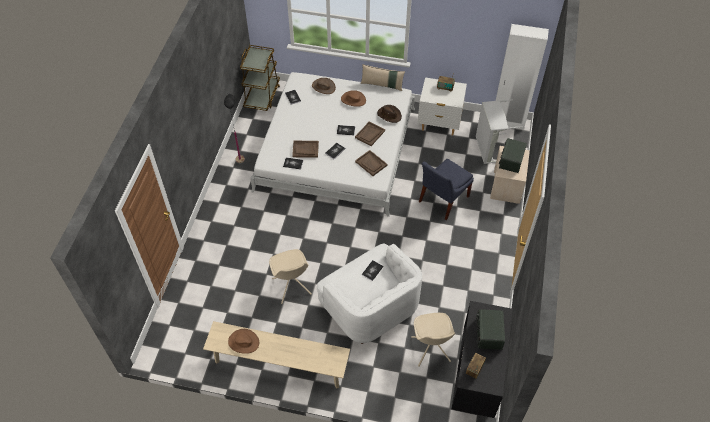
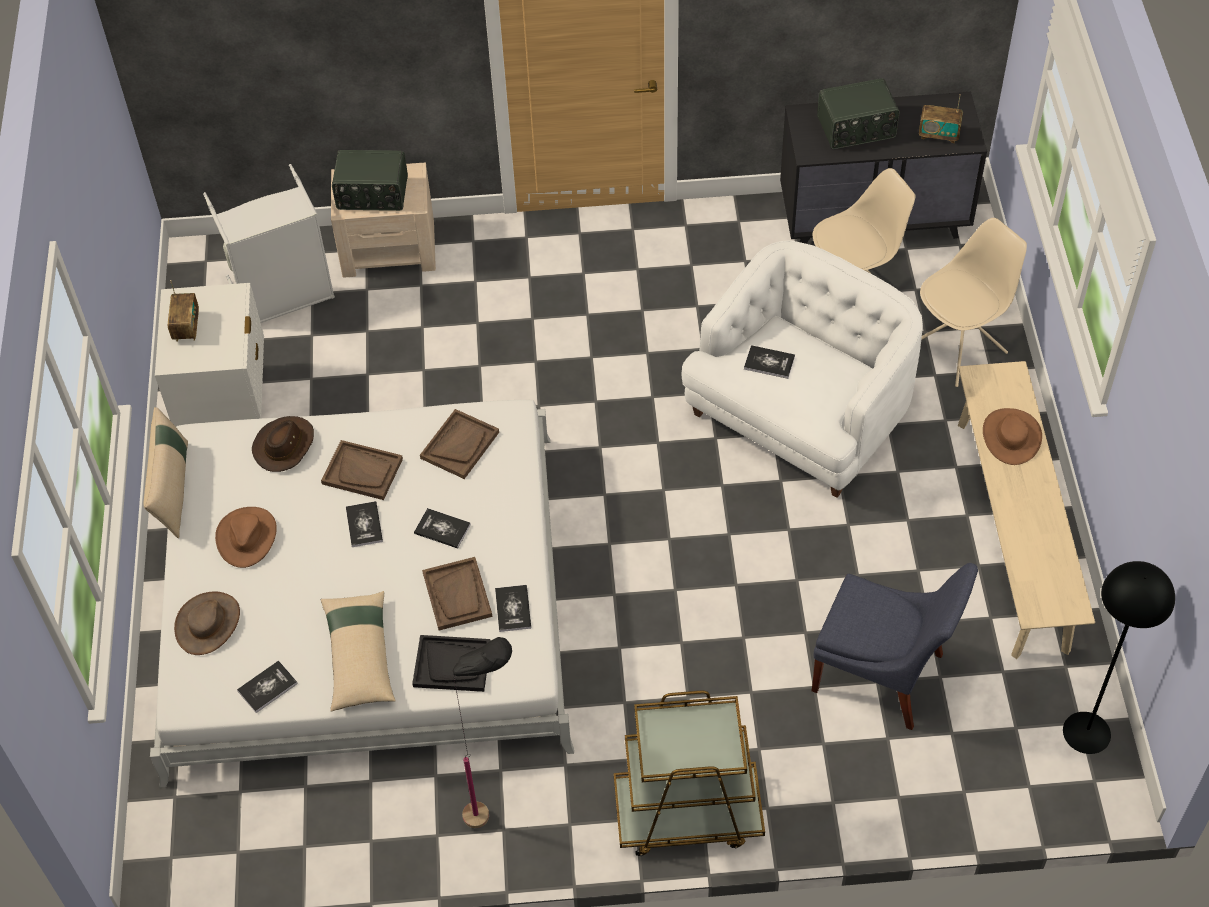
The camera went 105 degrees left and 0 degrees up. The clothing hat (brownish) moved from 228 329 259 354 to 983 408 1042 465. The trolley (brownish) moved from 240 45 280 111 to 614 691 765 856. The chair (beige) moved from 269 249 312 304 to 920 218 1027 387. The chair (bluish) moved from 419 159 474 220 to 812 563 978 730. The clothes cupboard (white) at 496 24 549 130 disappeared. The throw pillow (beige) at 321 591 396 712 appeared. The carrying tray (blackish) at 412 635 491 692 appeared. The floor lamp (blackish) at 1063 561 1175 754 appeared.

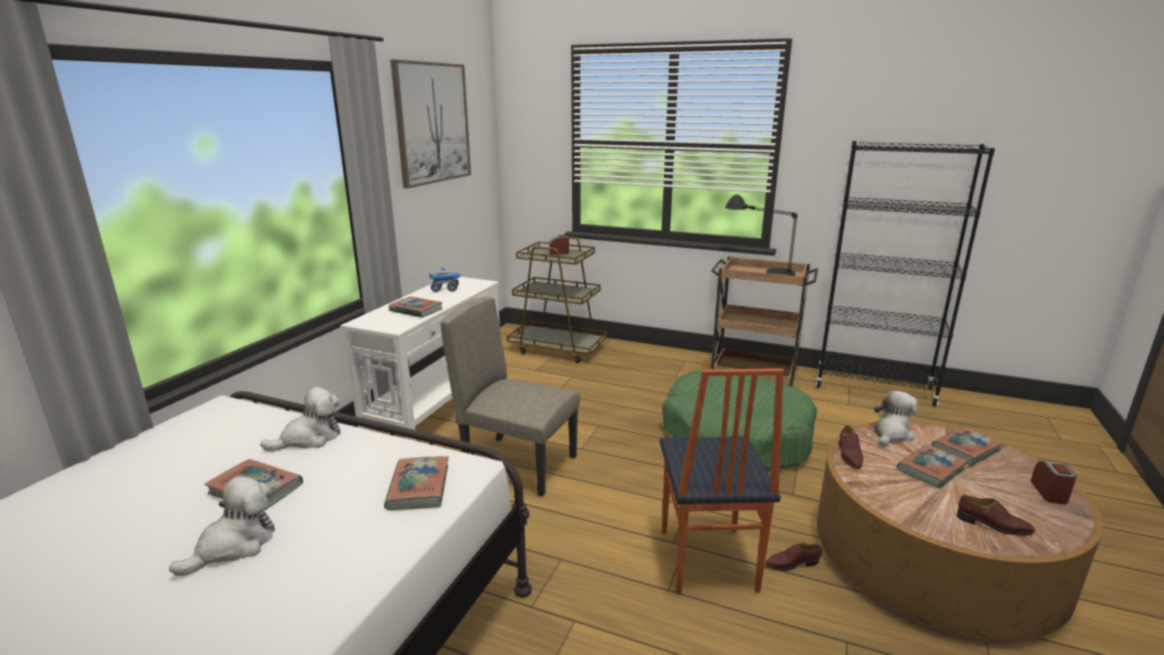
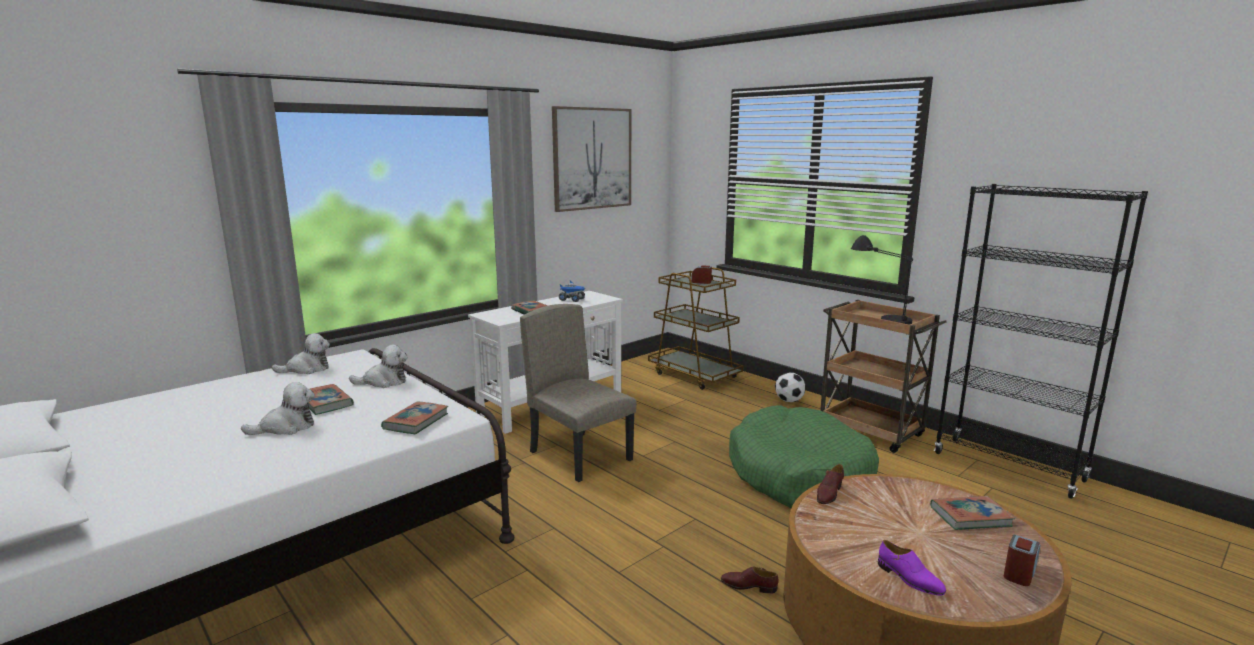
The camera went 25 degrees right and 5 degrees down. The chair at 660 368 784 595 disappeared. The plush toy moved from 873 391 918 447 to 272 333 330 374. The bound book at 897 444 968 488 disappeared. The item of footwear (brownish) at 957 494 1035 535 became the item of footwear (purple-coloured) at 878 540 946 596. The ball for football at 775 373 806 402 appeared.

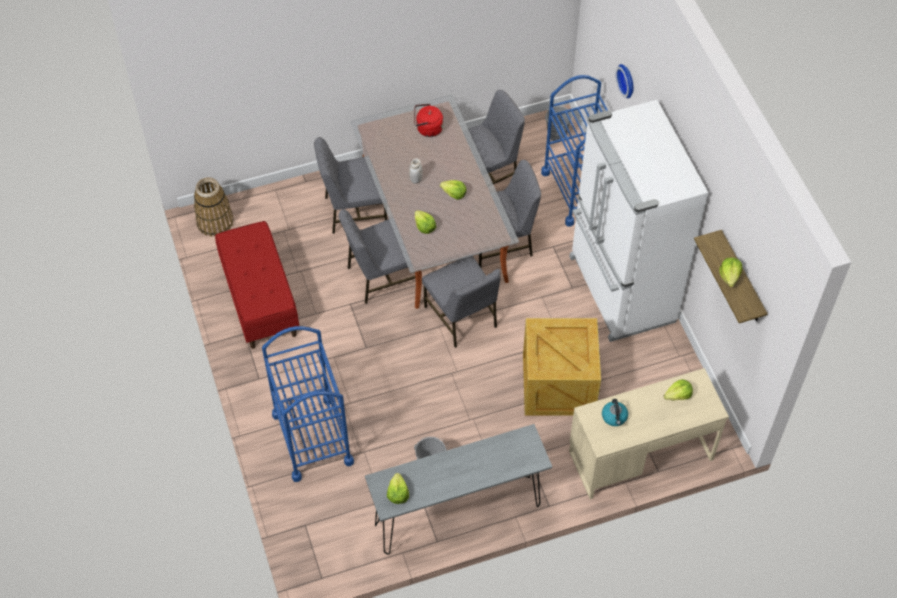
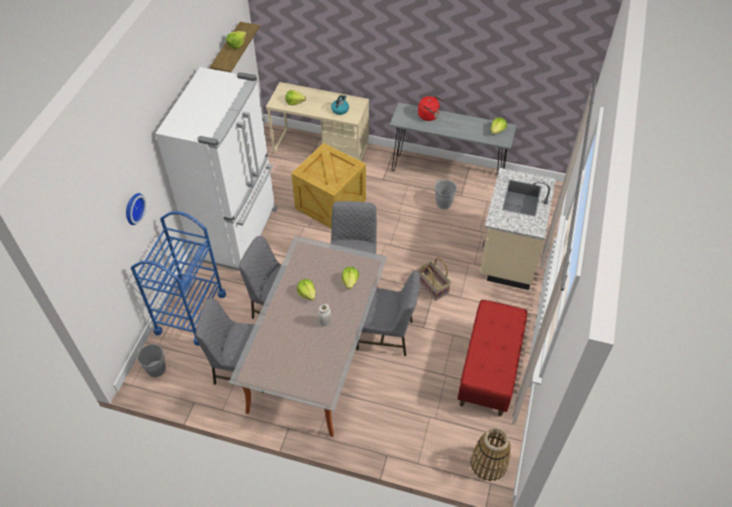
The camera went 145 degrees left and 5 degrees down. The trolley (bluish) at 262 326 354 482 was replaced by the kitchen counter (beige) at 480 168 556 290. The chair (grey) at 314 137 387 234 disappeared. The water kettle (red-coloured) moved from 414 104 443 137 to 418 96 444 121. The household basket at 417 257 451 300 appeared.

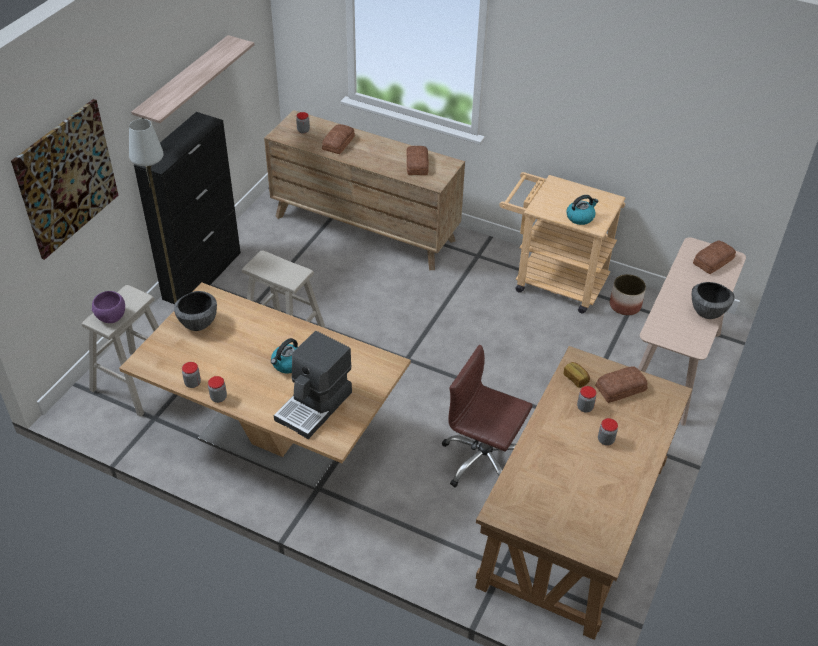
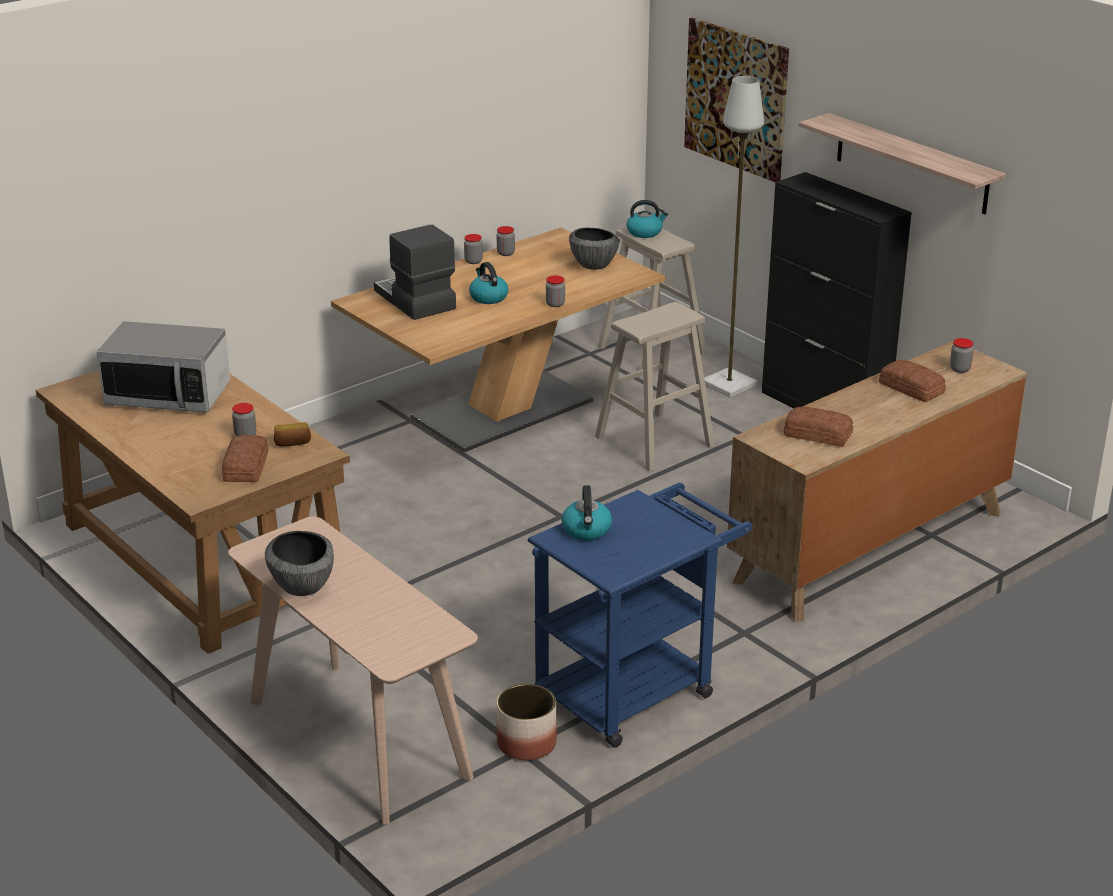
The camera went 115 degrees right and 15 degrees down. The deep dish (purple-coloured) at 92 291 125 323 was replaced by the water kettle at 626 200 668 238. The office chair (brownish) at 442 345 533 488 disappeared. The trolley (beige) at 499 172 625 314 became the trolley (bluish) at 528 483 752 748. The jar moved from 598 418 618 445 to 546 275 565 307. The bakery bread at 693 241 736 274 disappeared. The microwave oven at 97 321 230 412 appeared.

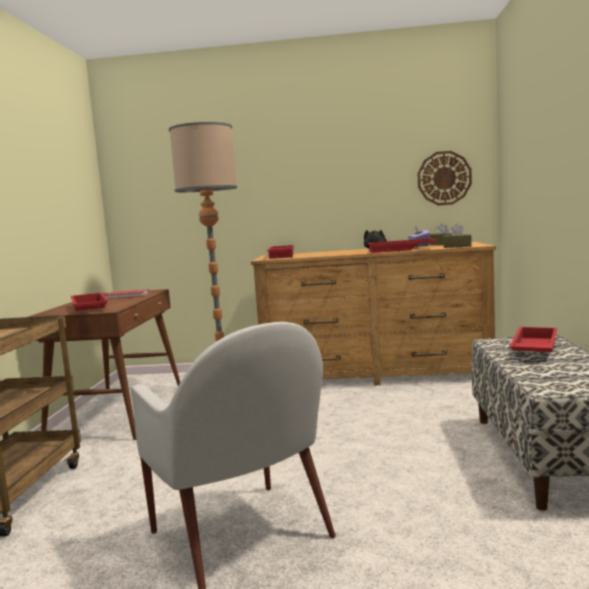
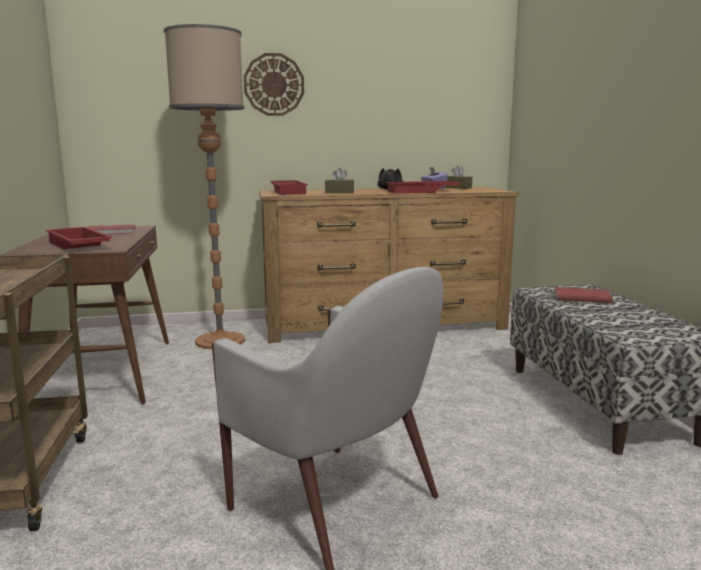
The camera went 15 degrees left and 5 degrees up. The clock on the wall moved from 418 151 472 206 to 244 53 304 116. The box of tissues (brownish) moved from 443 224 472 248 to 325 168 354 193. The carrying tray (red-coloured) at 509 327 557 352 was replaced by the bound book (red-coloured) at 554 287 613 303.

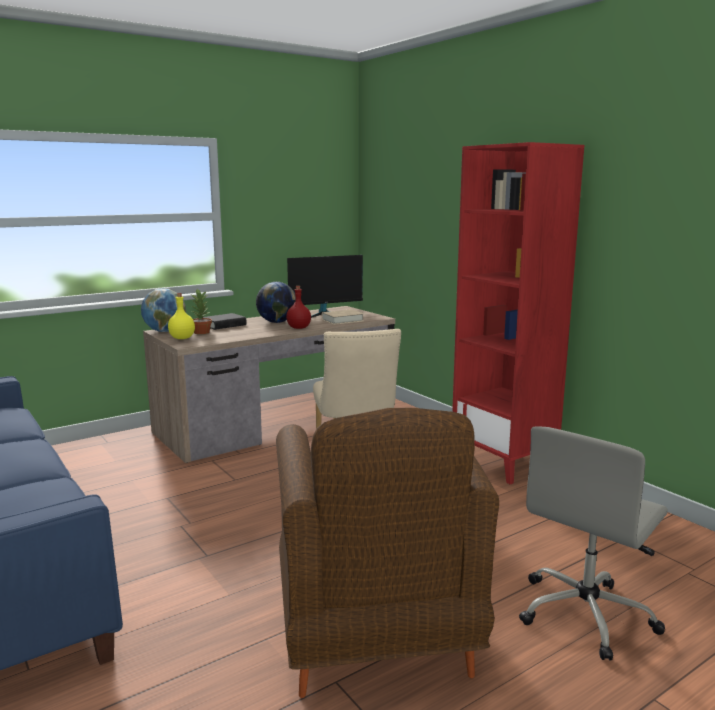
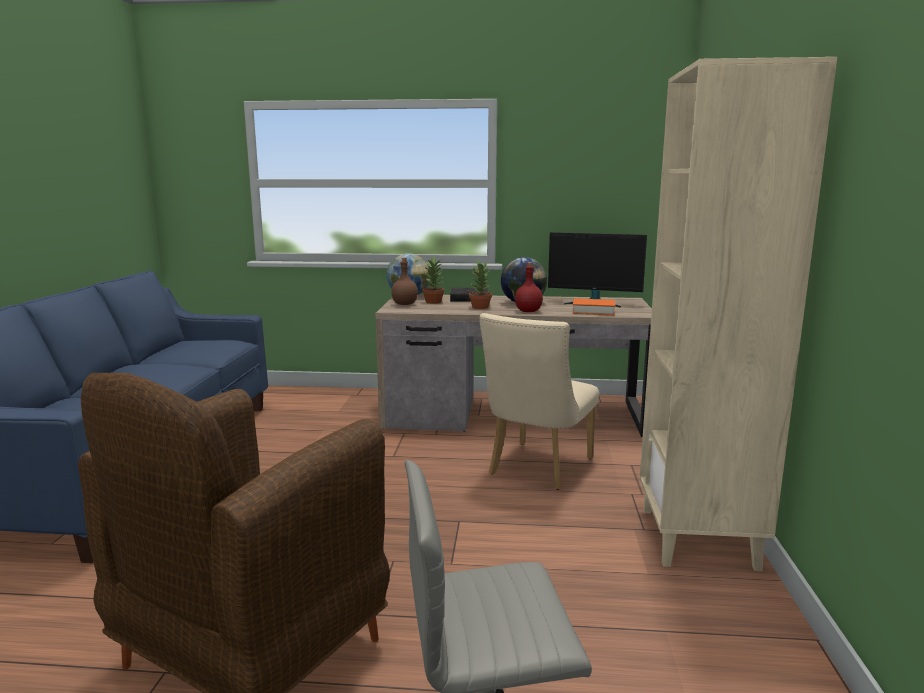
The camera went 40 degrees right and 0 degrees up. The bottle (yellow-coloured) at 168 293 195 339 became the bottle (brownish) at 391 258 418 305. The bound book (beige) at 322 309 364 325 became the bound book (orange) at 572 298 615 315. The bookshelf (red-coloured) at 452 142 584 484 became the bookshelf (beige) at 640 57 837 571. The potted plant at 469 260 492 309 appeared.

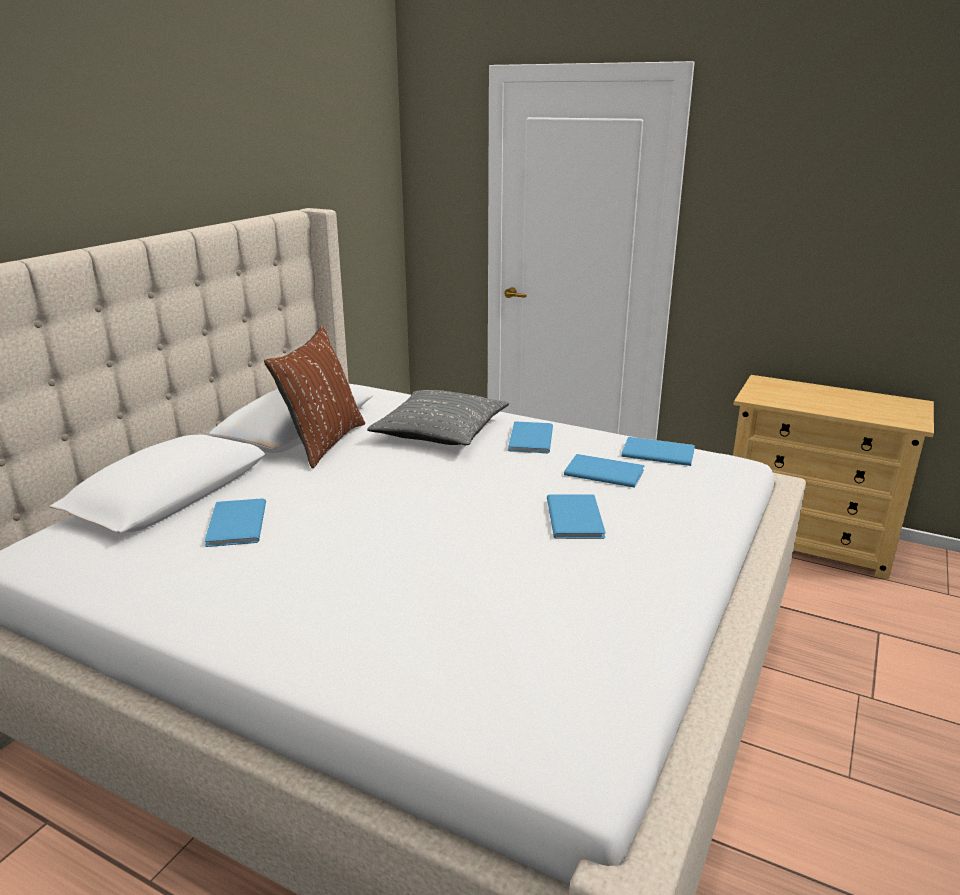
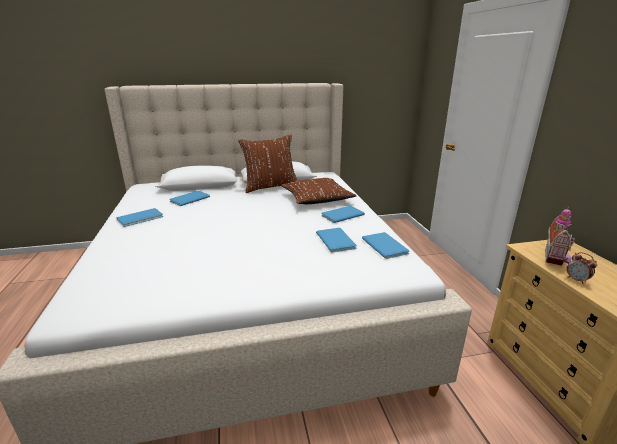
The camera went 50 degrees right and 0 degrees up. The throw pillow (grey) at 367 390 509 445 became the throw pillow (brownish) at 281 178 357 204. The bound book (bluish) moved from 547 494 606 539 to 116 208 163 227. The toy house at 545 206 575 266 appeared. The alarm clock at 567 252 597 284 appeared.

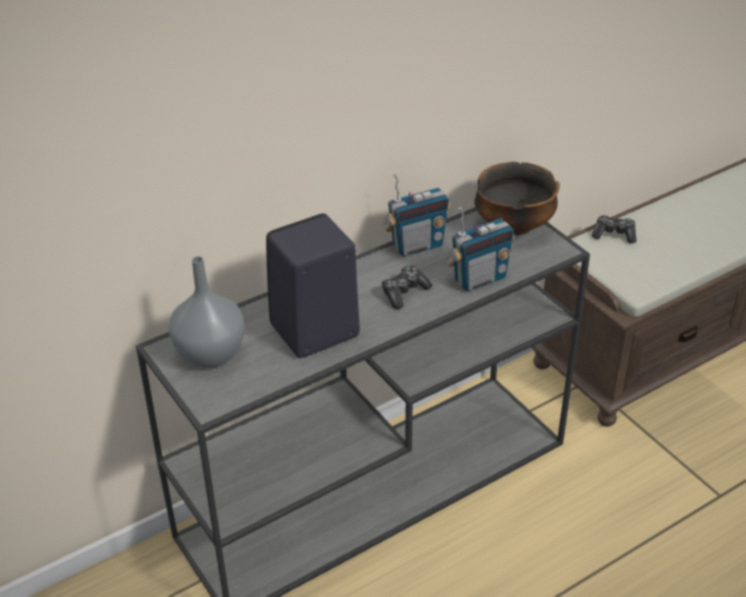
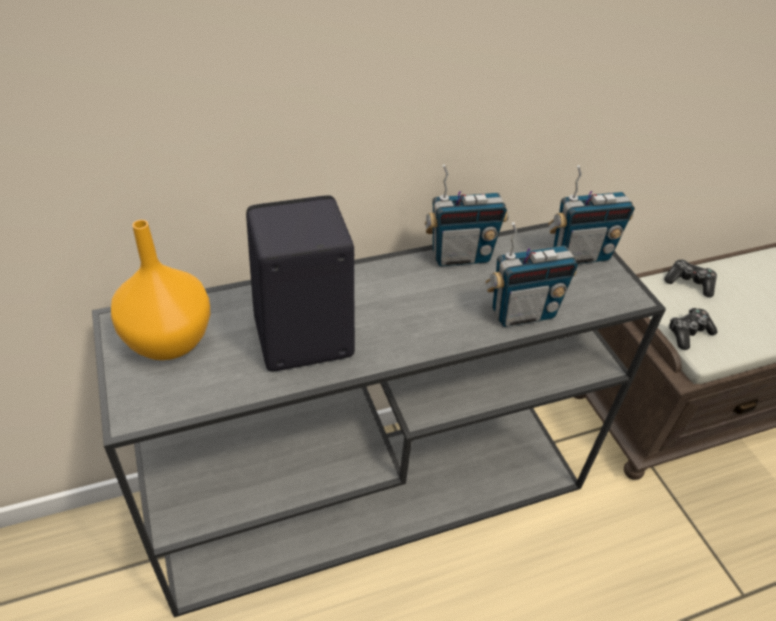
The camera went 10 degrees right and 5 degrees up. The decorative vase (grey) at 169 256 245 368 became the decorative vase (orange) at 111 220 210 360. The joypad moved from 382 266 432 309 to 669 308 717 350. The deep dish at 474 162 560 235 was replaced by the radio set at 548 165 635 264.

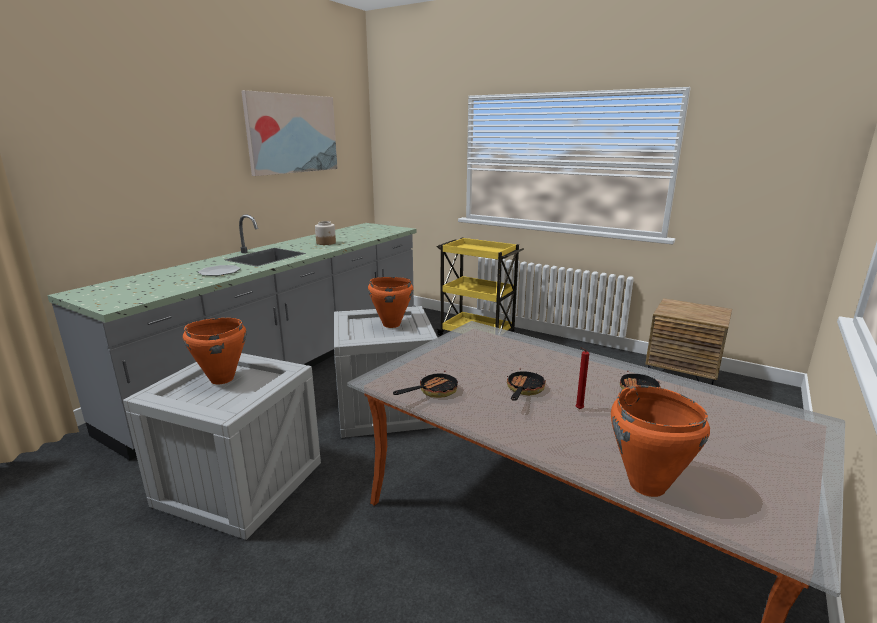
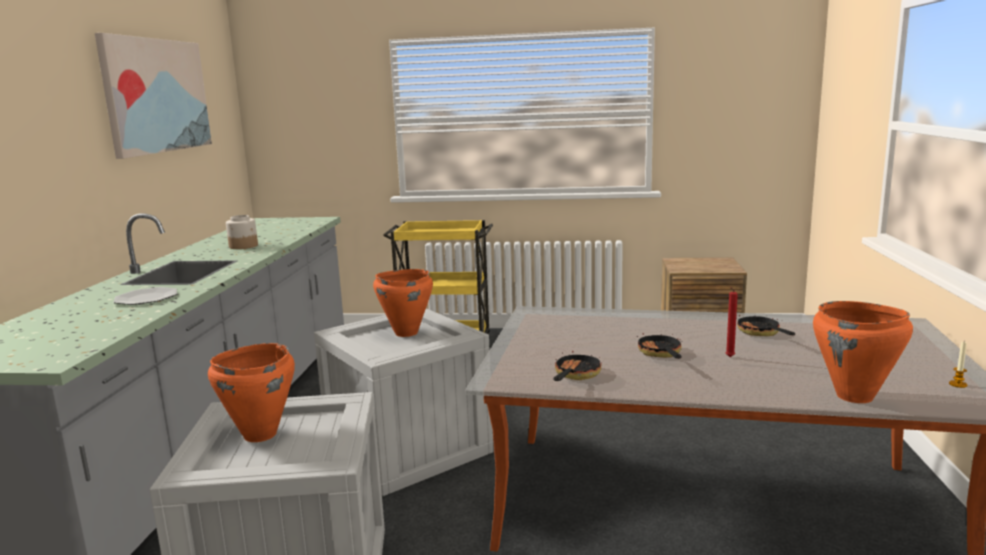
The camera went 25 degrees left and 5 degrees down. The wax candle at 949 342 967 388 appeared.

